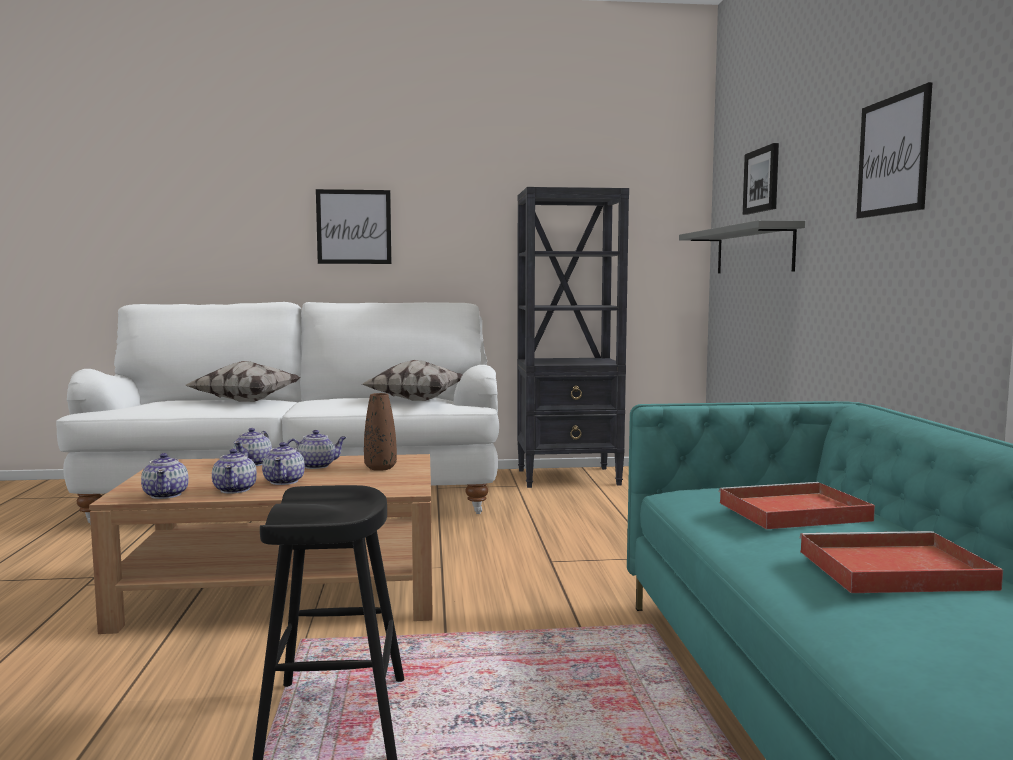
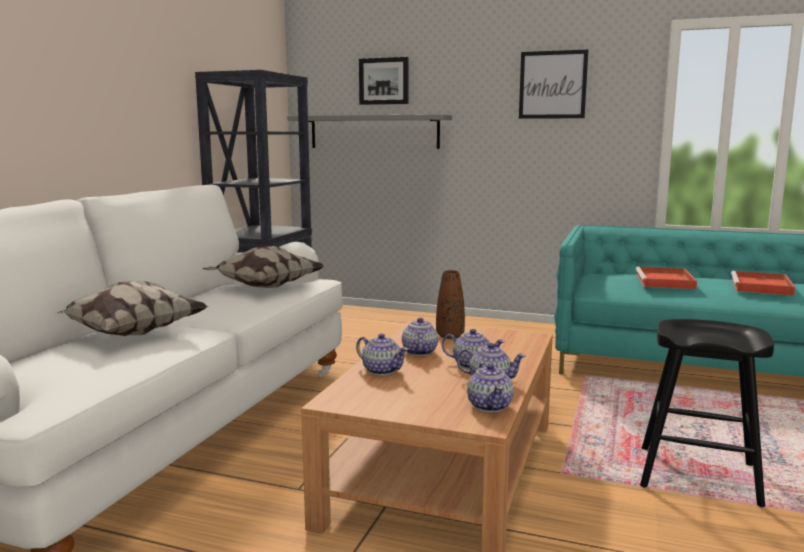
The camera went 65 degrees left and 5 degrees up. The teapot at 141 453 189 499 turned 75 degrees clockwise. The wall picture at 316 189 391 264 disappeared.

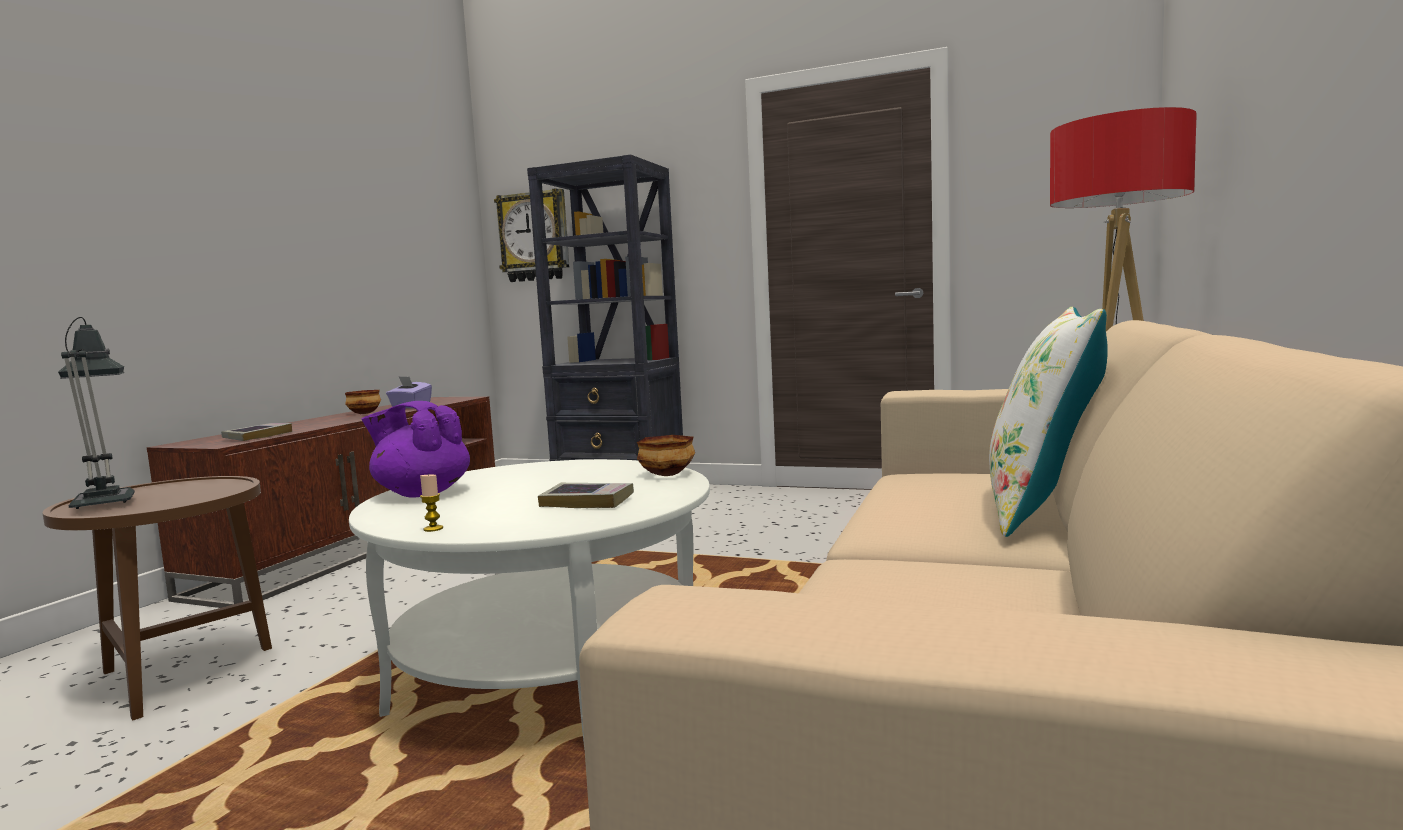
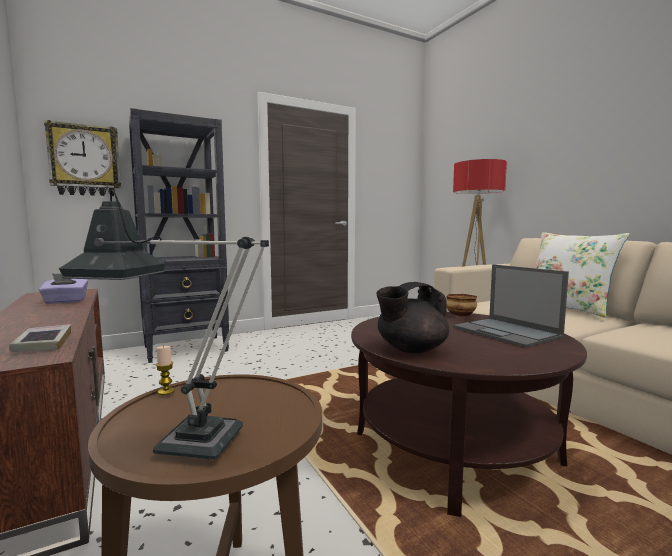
The camera went 50 degrees left and 0 degrees up. The deep dish at 345 390 381 414 disappeared. The coffee table (white) at 349 459 710 750 became the coffee table (brownish) at 351 312 587 517. The teapot (purple-coloured) at 361 401 470 498 became the teapot (blackish) at 376 282 449 354. The wax candle moved from 420 474 443 532 to 156 345 175 395. The bound book at 538 483 634 508 was replaced by the portable computer at 453 264 569 348.

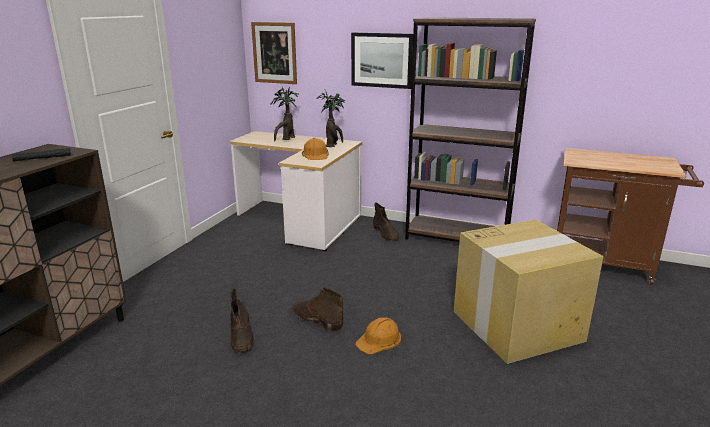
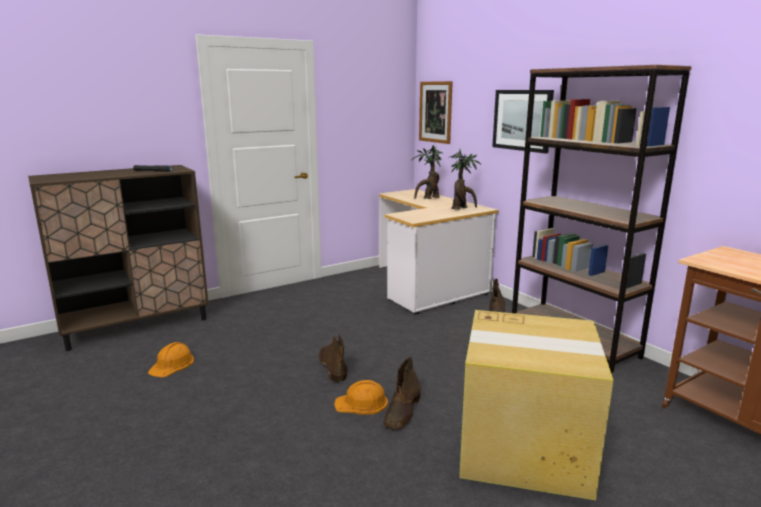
The camera went 35 degrees right and 5 degrees down. The high-top boot (brownish) moved from 230 288 254 353 to 383 356 421 429. The safety helmet (orange) moved from 302 138 329 160 to 148 342 194 377.

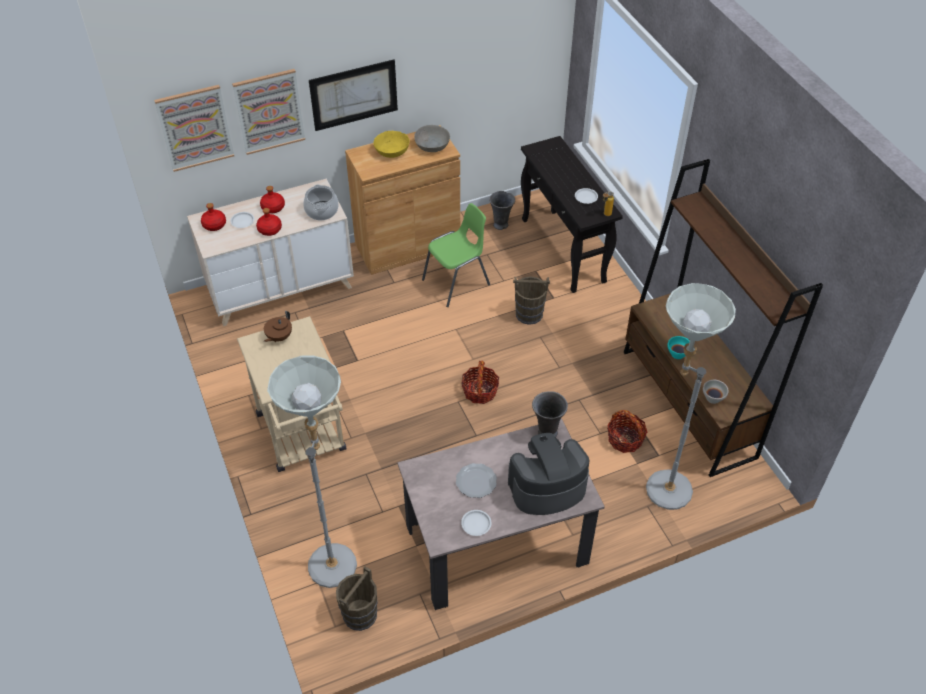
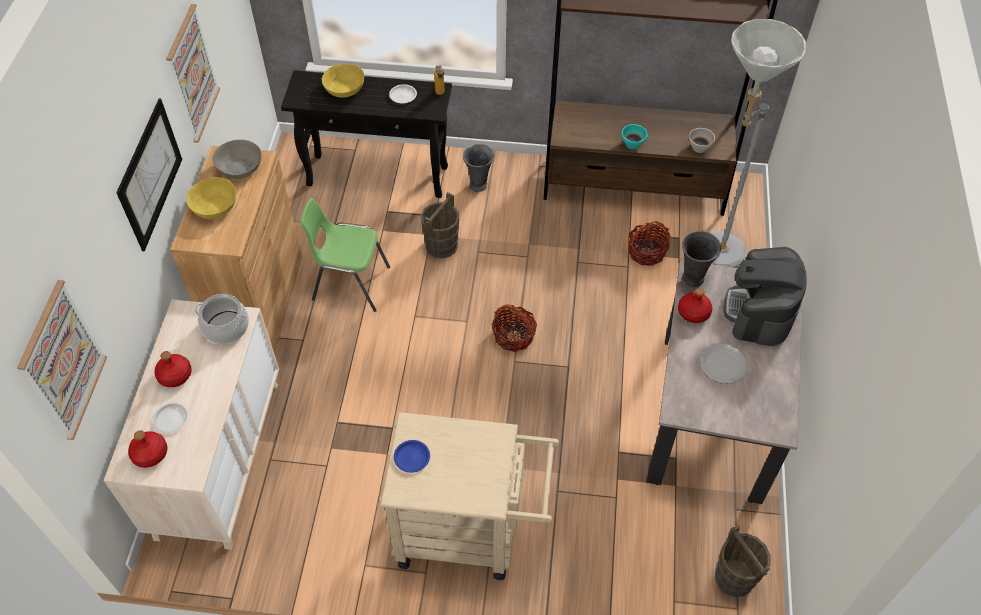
The camera went 60 degrees left and 5 degrees up. The wall picture moved from 232 69 305 155 to 166 4 220 143. The bottle (red-coloured) moved from 256 208 282 236 to 678 288 712 323. The teapot (brownish) at 264 311 292 342 was replaced by the plate (bluish) at 394 440 430 473. The floor lamp (grey) at 267 356 357 588 disappeared. The chair (green-coloured) at 422 203 490 307 turned 75 degrees counterclockwise. The plate (white) at 461 510 491 536 disappeared. The decorative vase (grey) moved from 489 191 515 230 to 463 144 495 192. The deep dish (yellow-coloured) at 322 64 364 98 appeared.

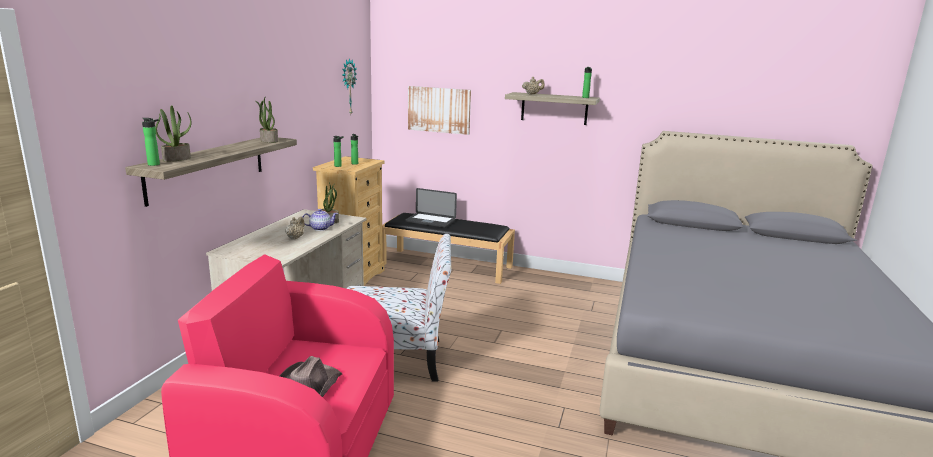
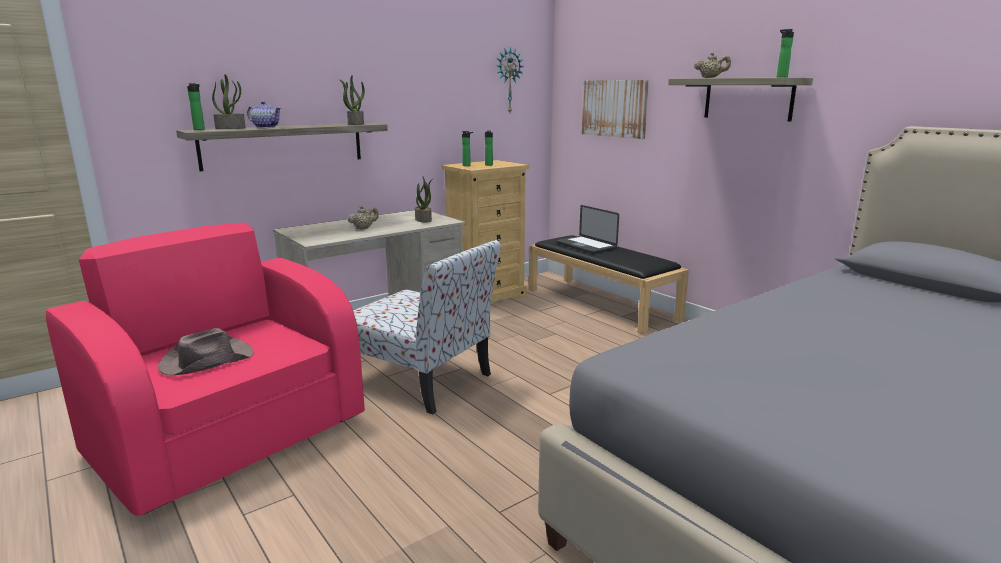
The camera went 35 degrees right and 0 degrees up. The teapot moved from 303 209 338 231 to 247 101 281 128.

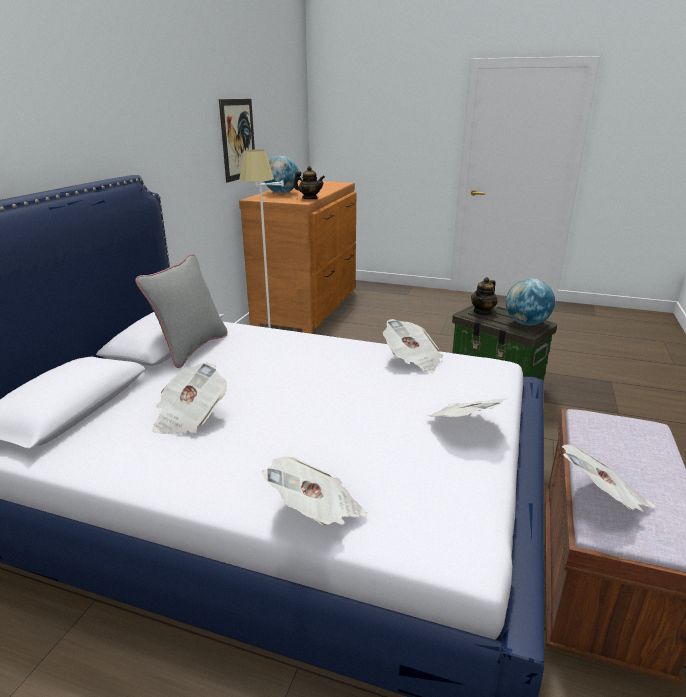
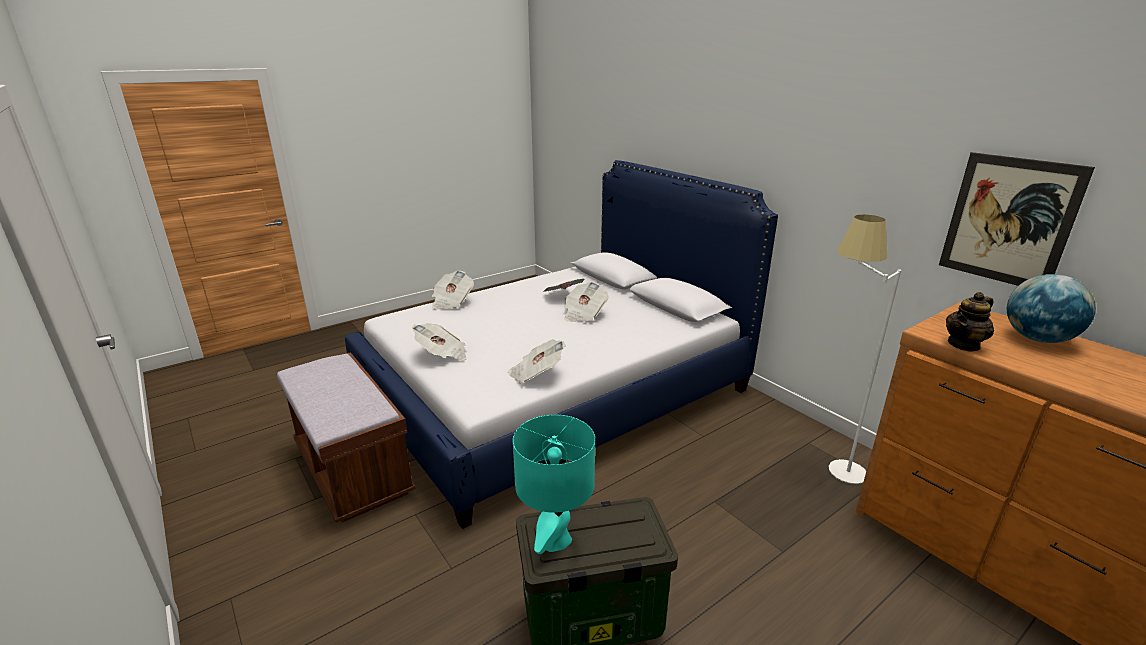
The camera went 125 degrees right and 0 degrees up. The throw pillow (grey) at 135 254 227 368 disappeared. The teapot at 471 277 498 316 disappeared. The globe at 506 278 555 325 was replaced by the table lamp (blue-green) at 513 415 595 554. The daily paper moved from 562 444 656 511 to 564 282 609 322.

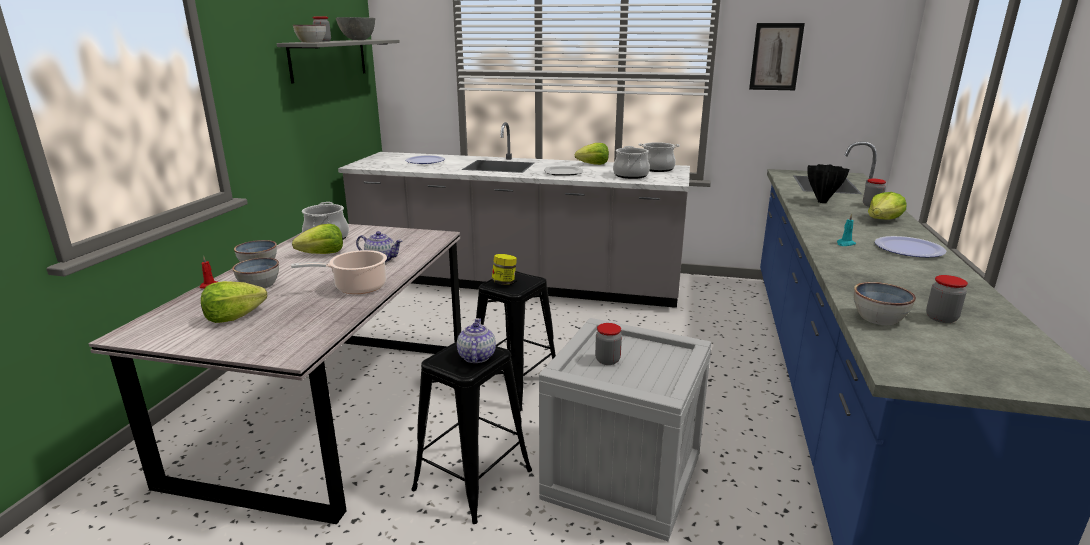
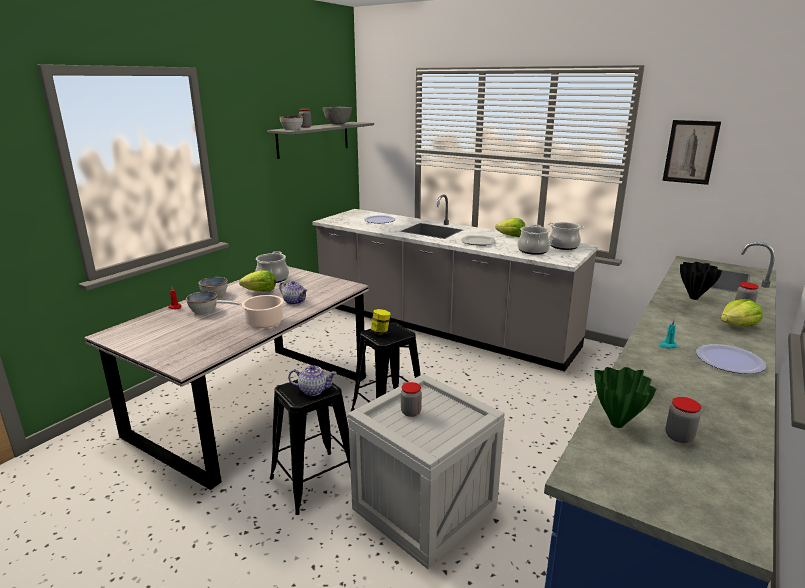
The camera went 20 degrees right and 0 degrees up. The lettuce head at 201 281 267 323 disappeared. The teapot at 457 318 496 363 turned 75 degrees clockwise. The deep dish at 854 282 916 325 was replaced by the decorative vase (green-coloured) at 595 367 656 428.

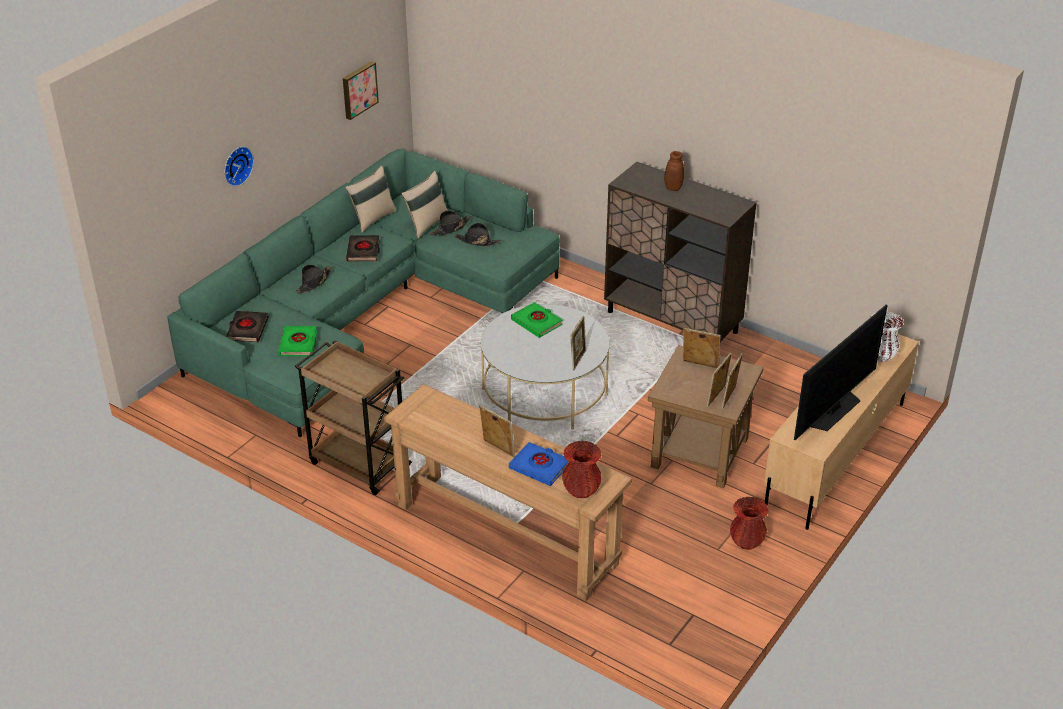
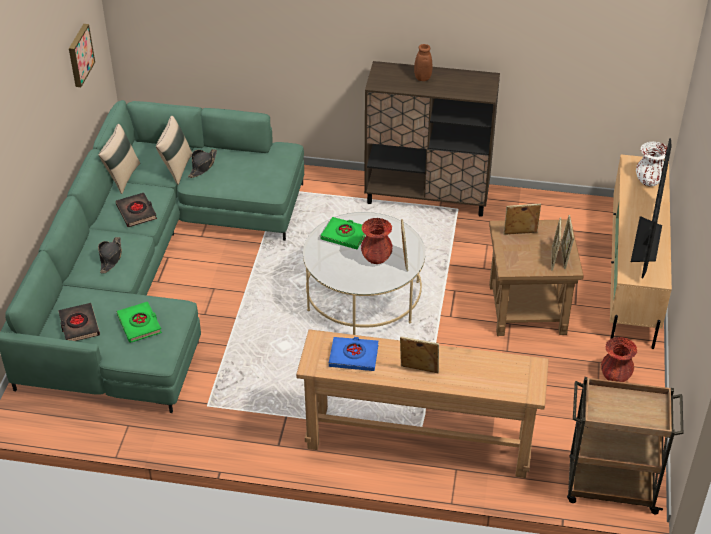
The camera went 25 degrees left and 5 degrees up. The clock on the wall at 224 146 254 187 disappeared. The trolley (brownish) moved from 295 340 412 495 to 567 377 683 514. The clothing hat (blackish) at 454 223 501 247 disappeared. The bound book (bluish) moved from 509 442 569 486 to 329 337 378 371. The decorative vase (red-coloured) moved from 562 441 602 498 to 361 218 393 264.

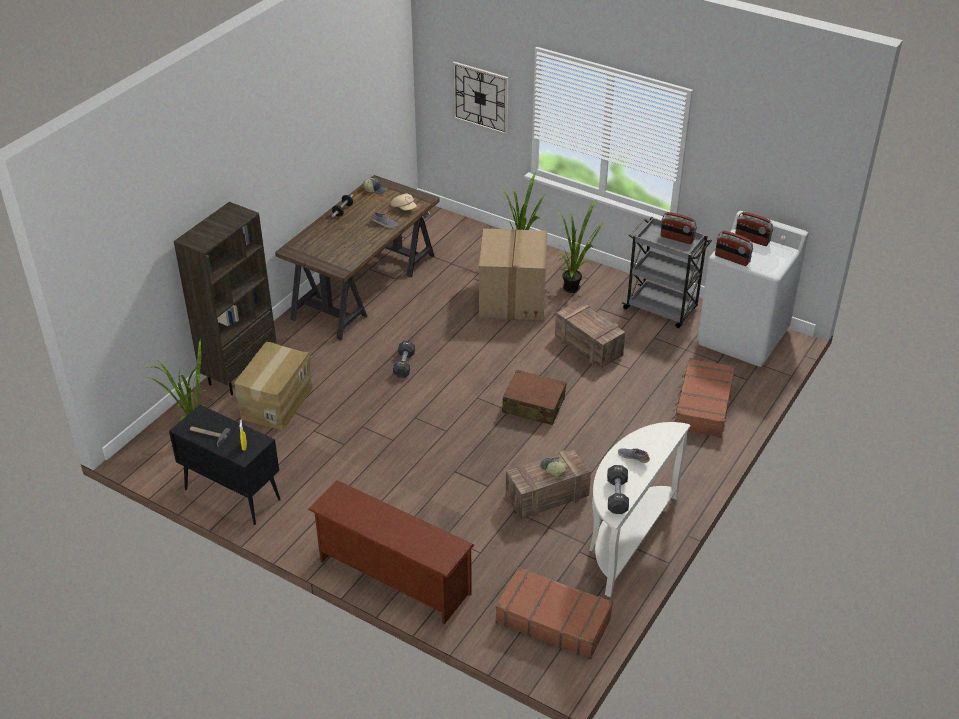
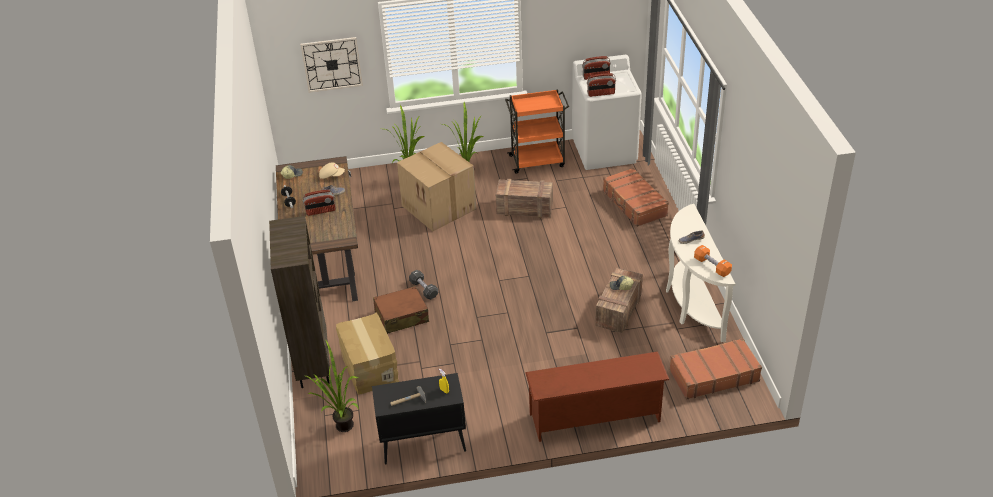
The camera went 40 degrees left and 0 degrees up. The travel case (brownish) moved from 502 370 566 425 to 373 286 429 334. The free weight (blackish) at 607 465 629 514 became the free weight (orange) at 694 245 732 277. The trolley (grey) at 622 217 712 328 became the trolley (orange) at 505 89 569 173. The radio set moved from 661 212 697 244 to 302 190 336 216.

